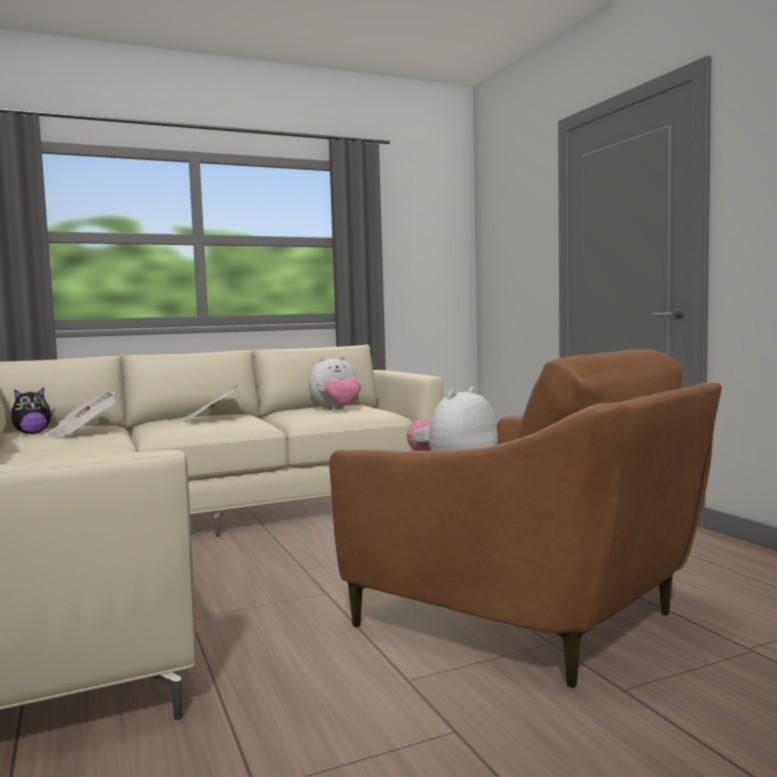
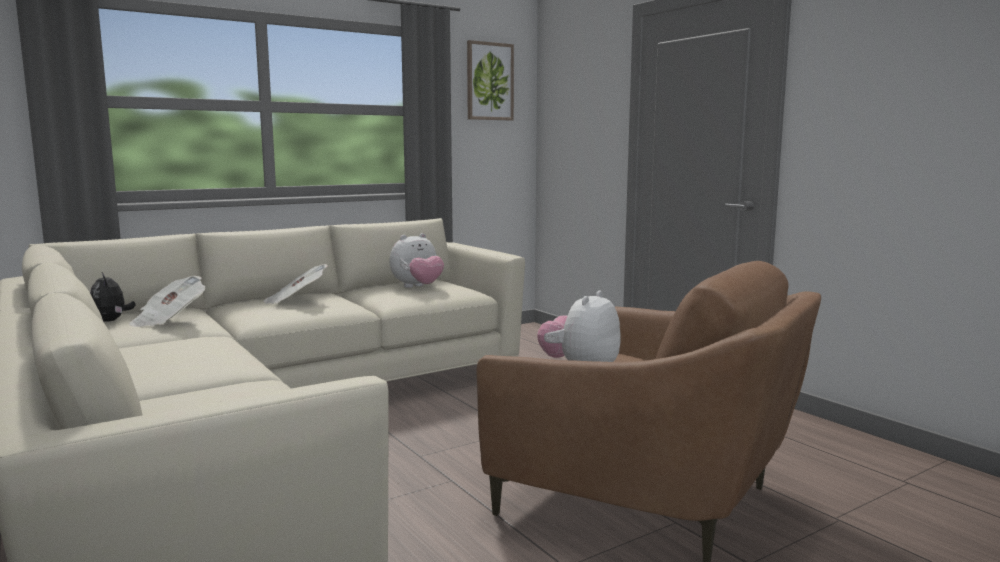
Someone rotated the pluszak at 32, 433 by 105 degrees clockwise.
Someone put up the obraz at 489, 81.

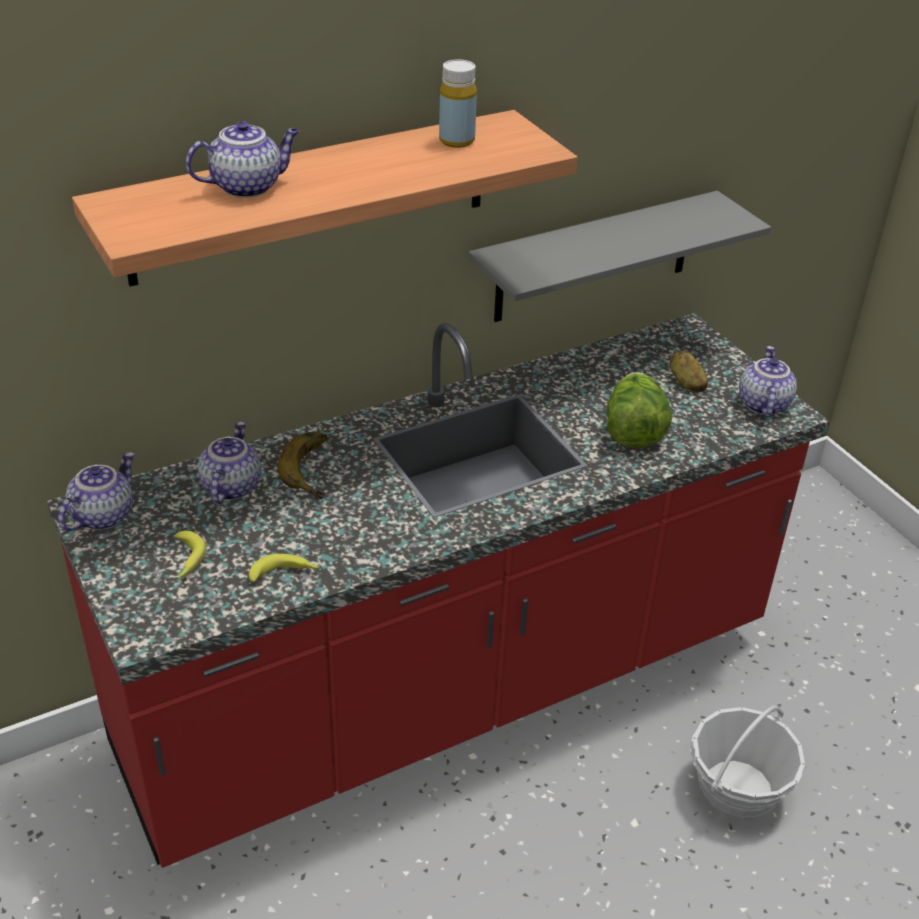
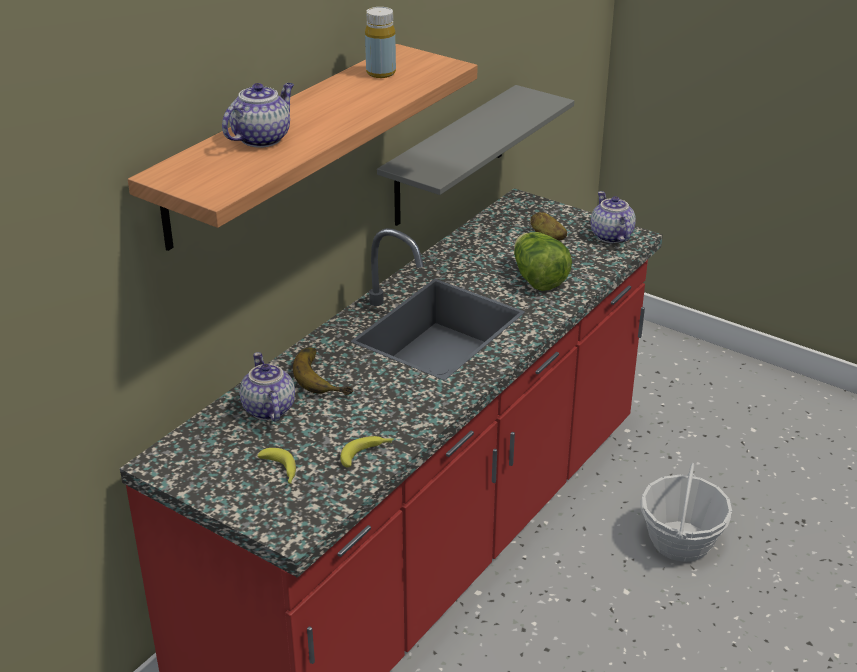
Someone took away the imbryk at 102, 515.

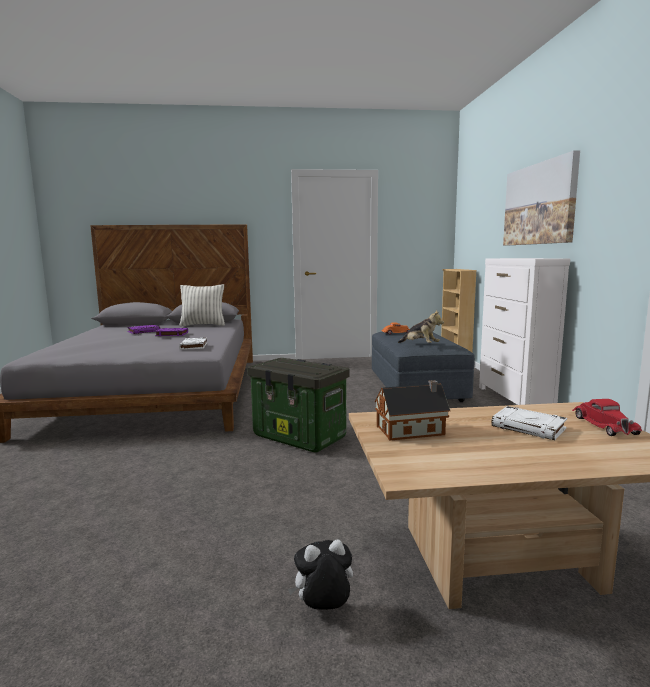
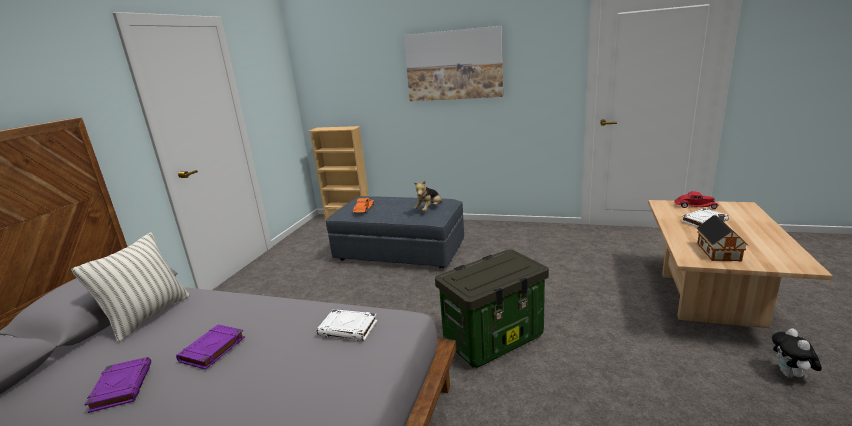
Someone rotated the pluszak at 420, 345 by 150 degrees clockwise.
Someone took away the komoda [biały] at 514, 400.

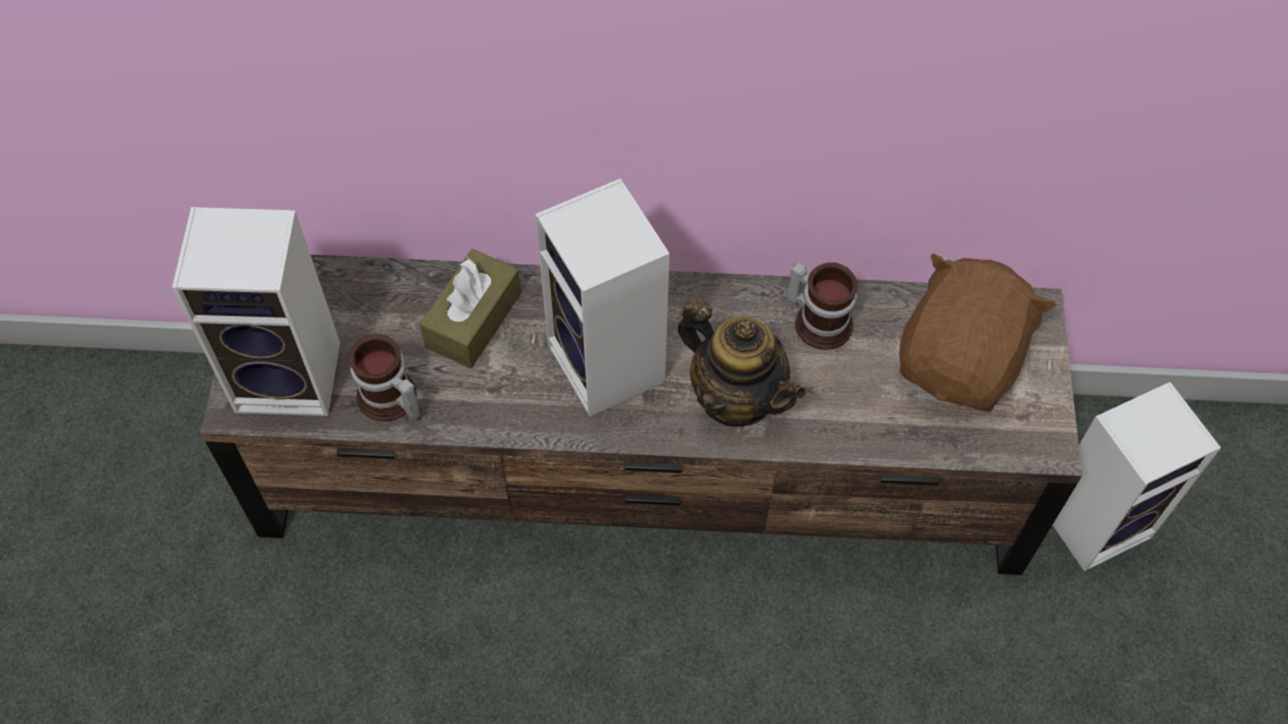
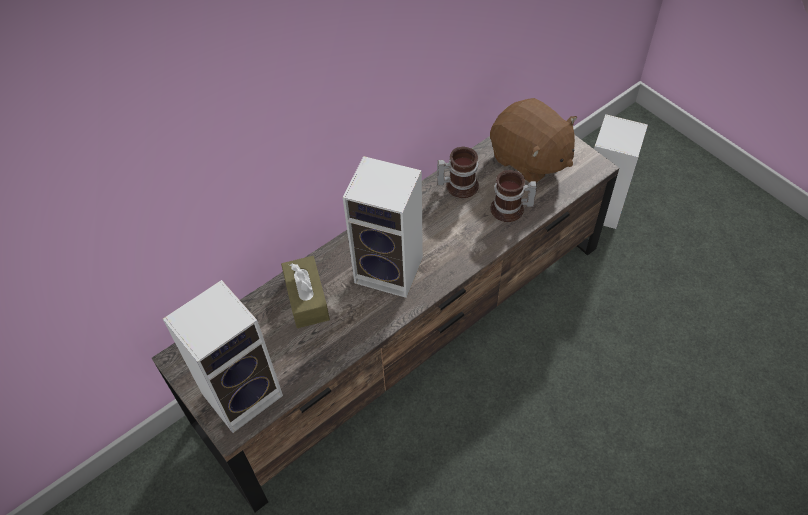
Someone carried the kubek from 389, 401 to 511, 210.
Someone took away the imbryk at 736, 397.
Someone rotated the pluszak [brązowy] at 960, 361 by 150 degrees clockwise.

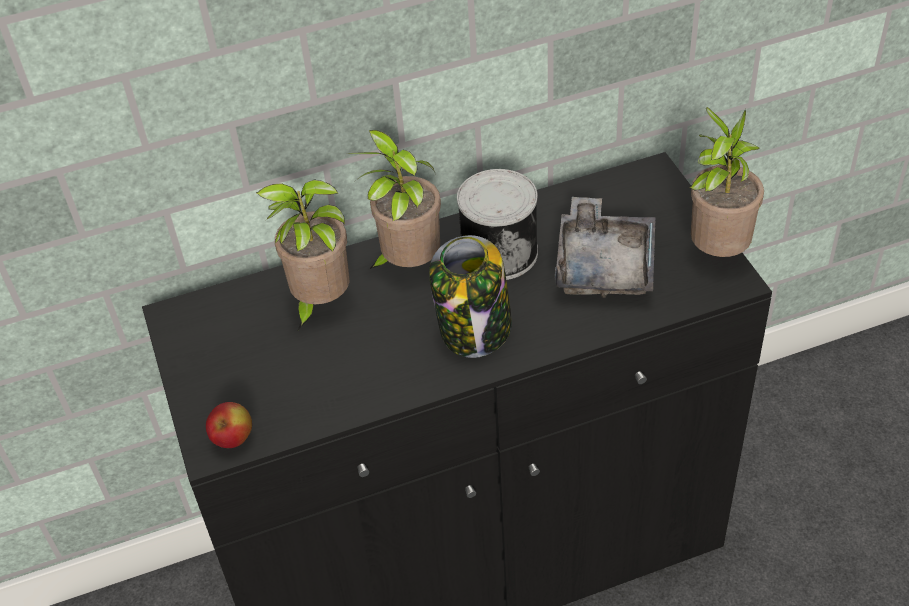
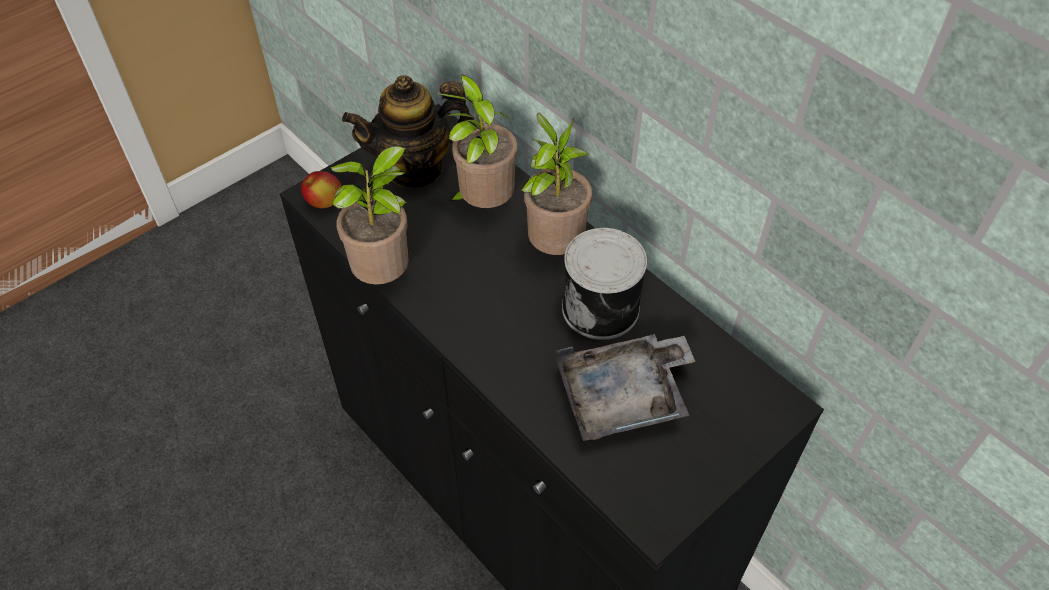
Someone took away the słoik at 475, 329.
Someone carried the roślina doniczkowa from 716, 251 to 386, 276.
Someone put down the imbryk at 415, 168.

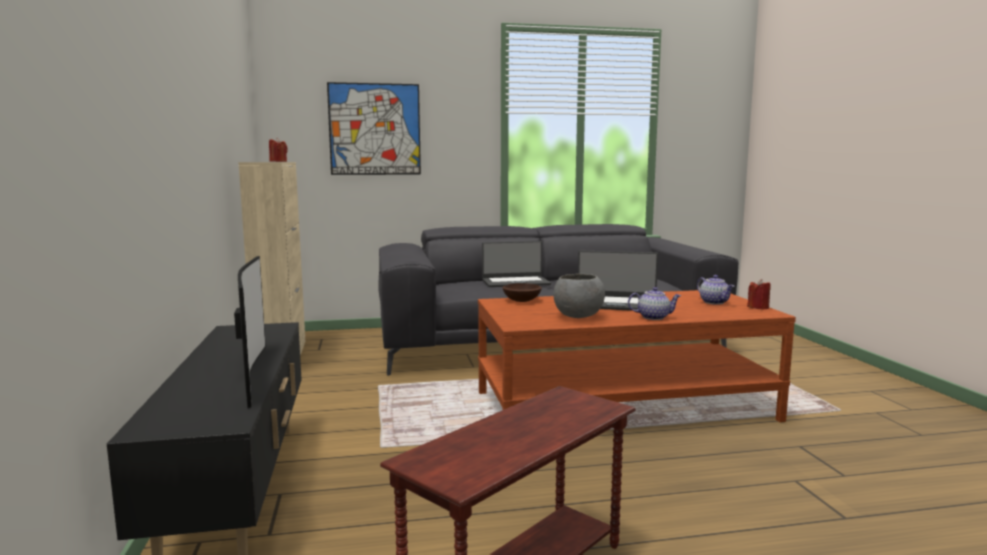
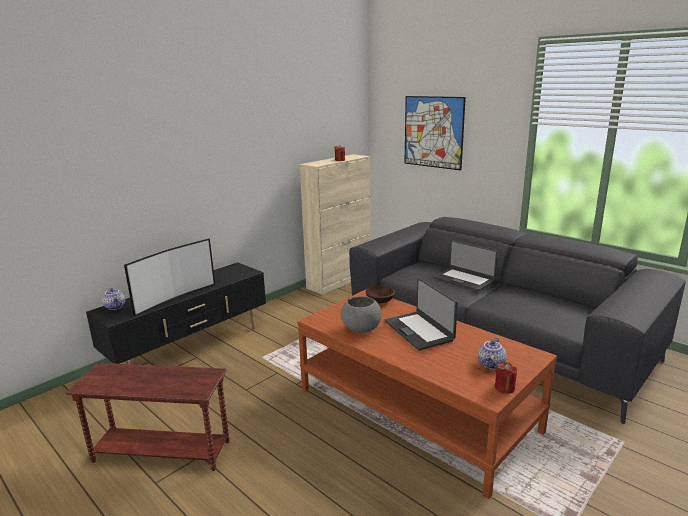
Someone carried the imbryk from 653, 317 to 115, 307.

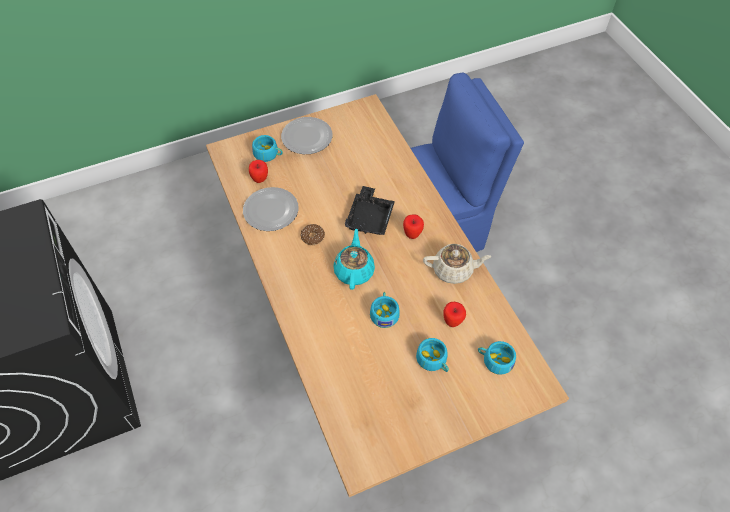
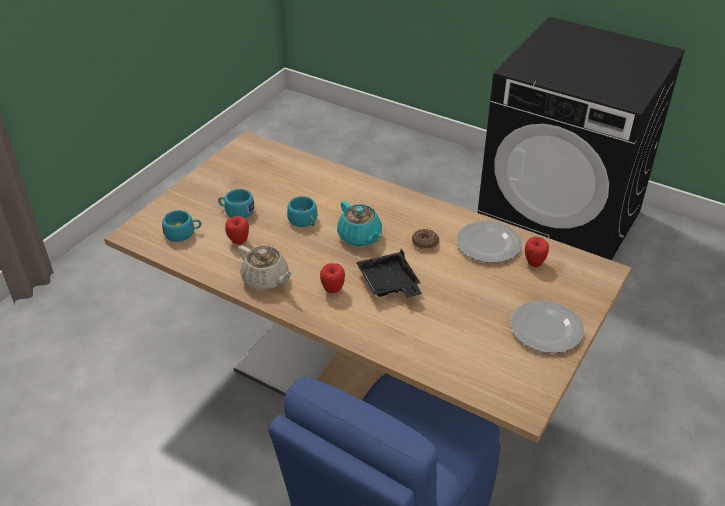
Someone took away the filiżanka [turkusowy] at 268, 154.
Someone rotated the imbryk [beżowy] at 453, 270 by 105 degrees counterclockwise.

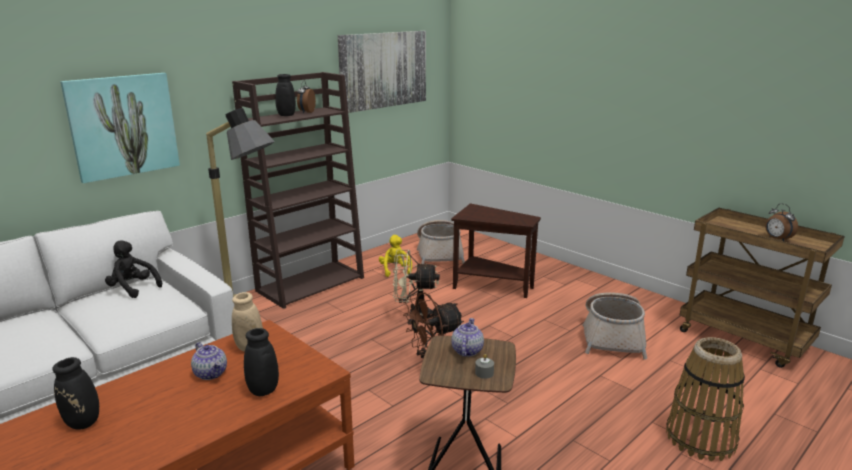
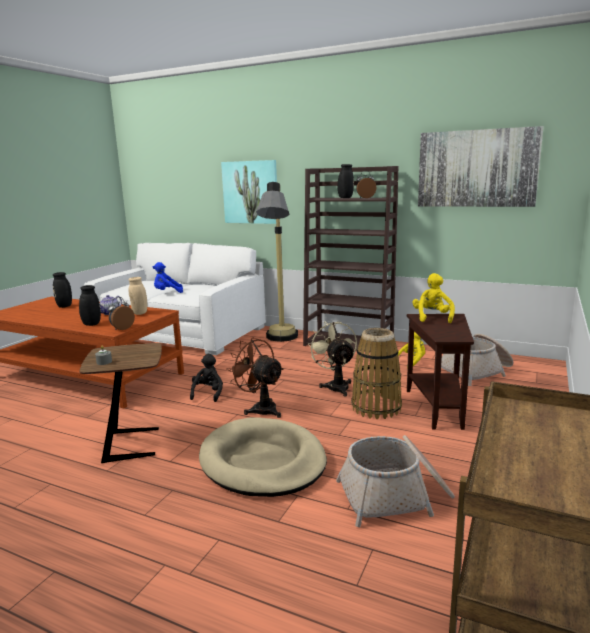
Someone carried the pluszak [czarny] from 133, 288 to 208, 393.
Someone took away the imbryk at 466, 350.
Someone carried the koszyk from 701, 438 to 376, 407.
Someone carried the budzik from 777, 239 to 122, 328.
Someone put down the pluszak [niebieski] at 167, 292.
Someone put down the legowisko [beżowy] at 263, 461.
Someone put down the pluszak [żółty] at 432, 317.

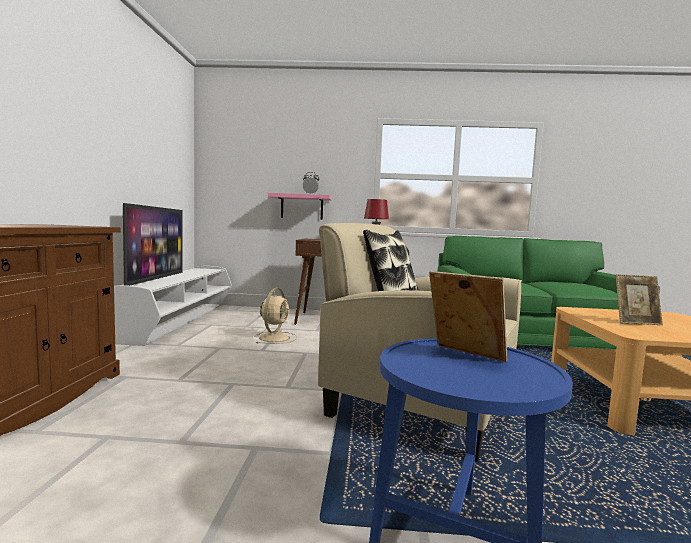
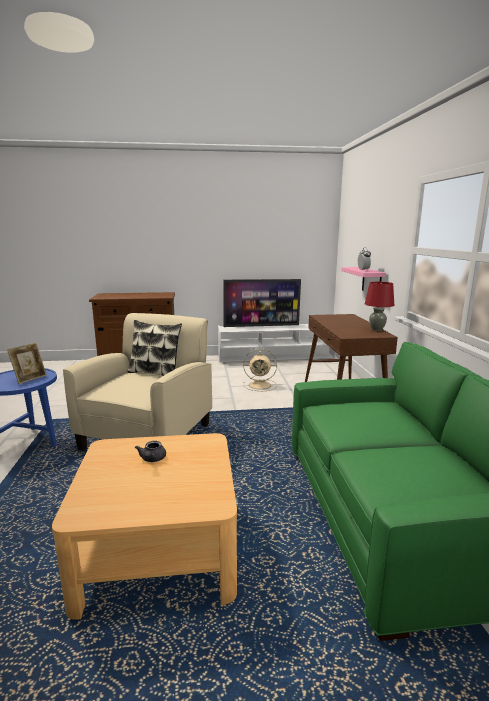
Someone swapped the ramka na zdjęcie at 636, 322 for the imbryk [szary] at 152, 459.

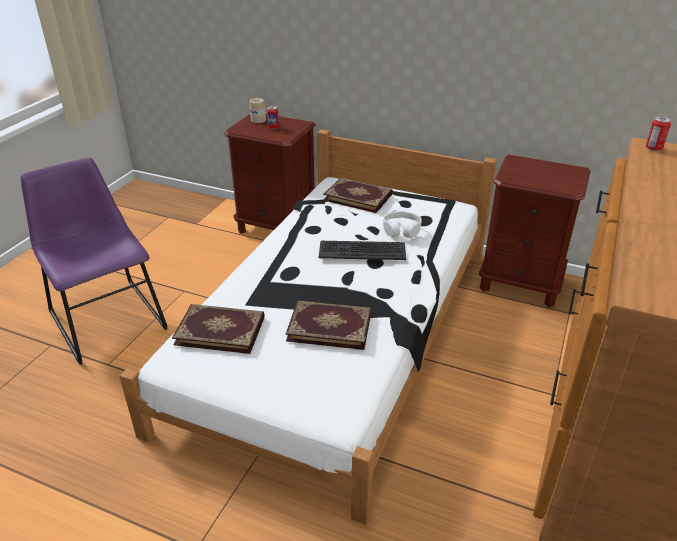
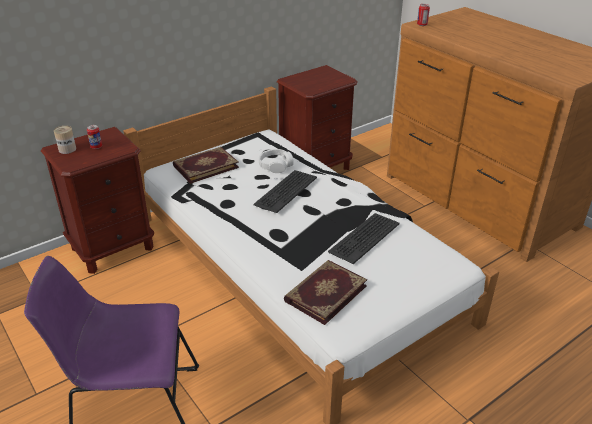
Someone swapped the książka at 329, 326 for the klawiatura at 364, 238.

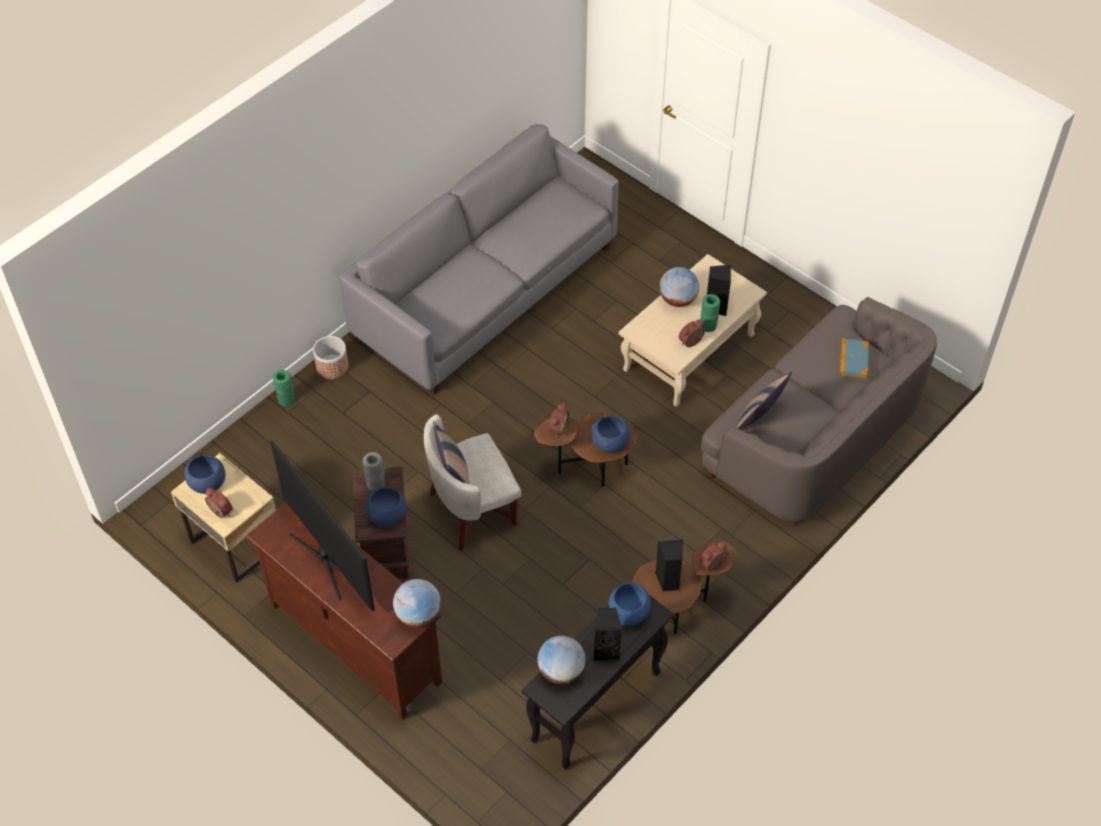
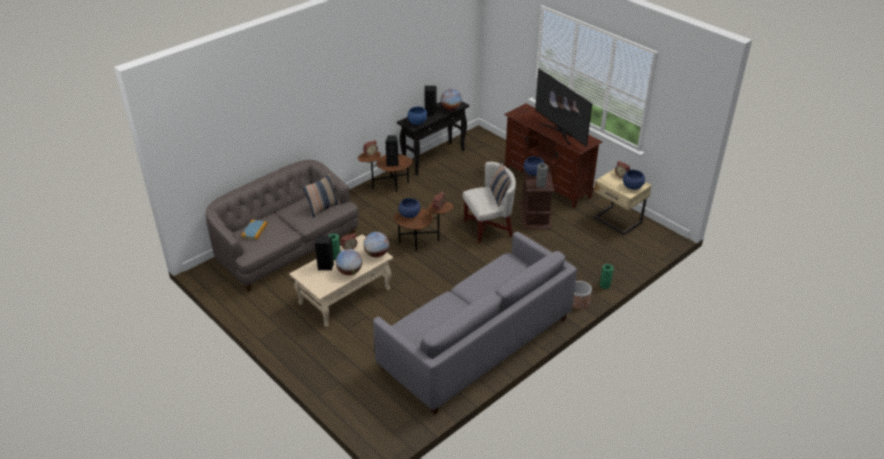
Someone carried the globus from 418, 614 to 377, 254.

